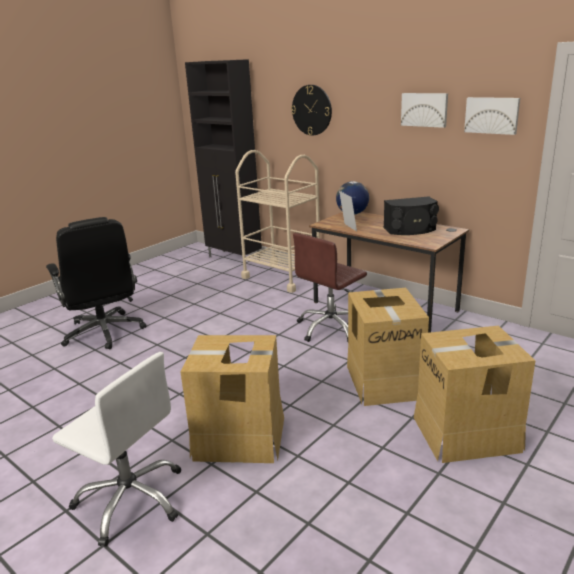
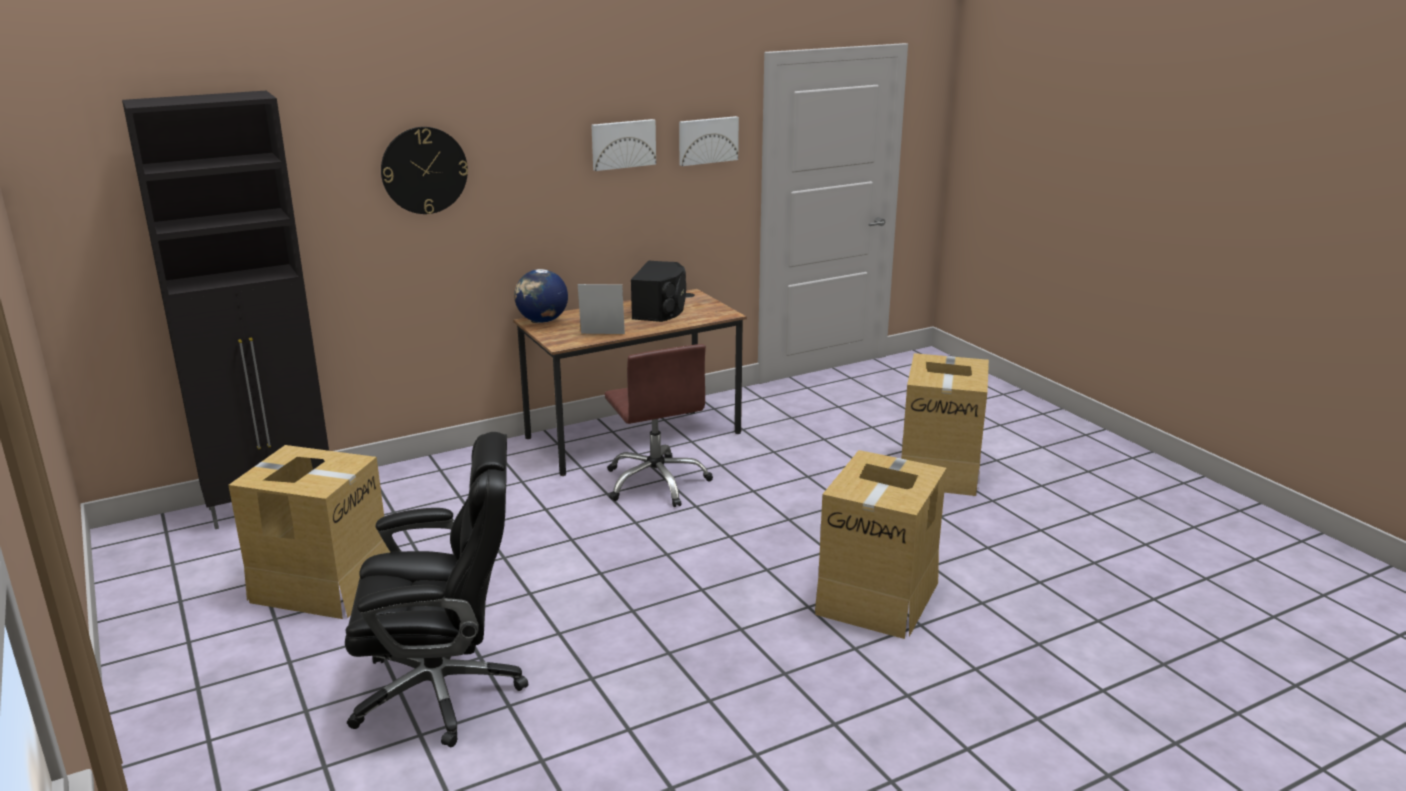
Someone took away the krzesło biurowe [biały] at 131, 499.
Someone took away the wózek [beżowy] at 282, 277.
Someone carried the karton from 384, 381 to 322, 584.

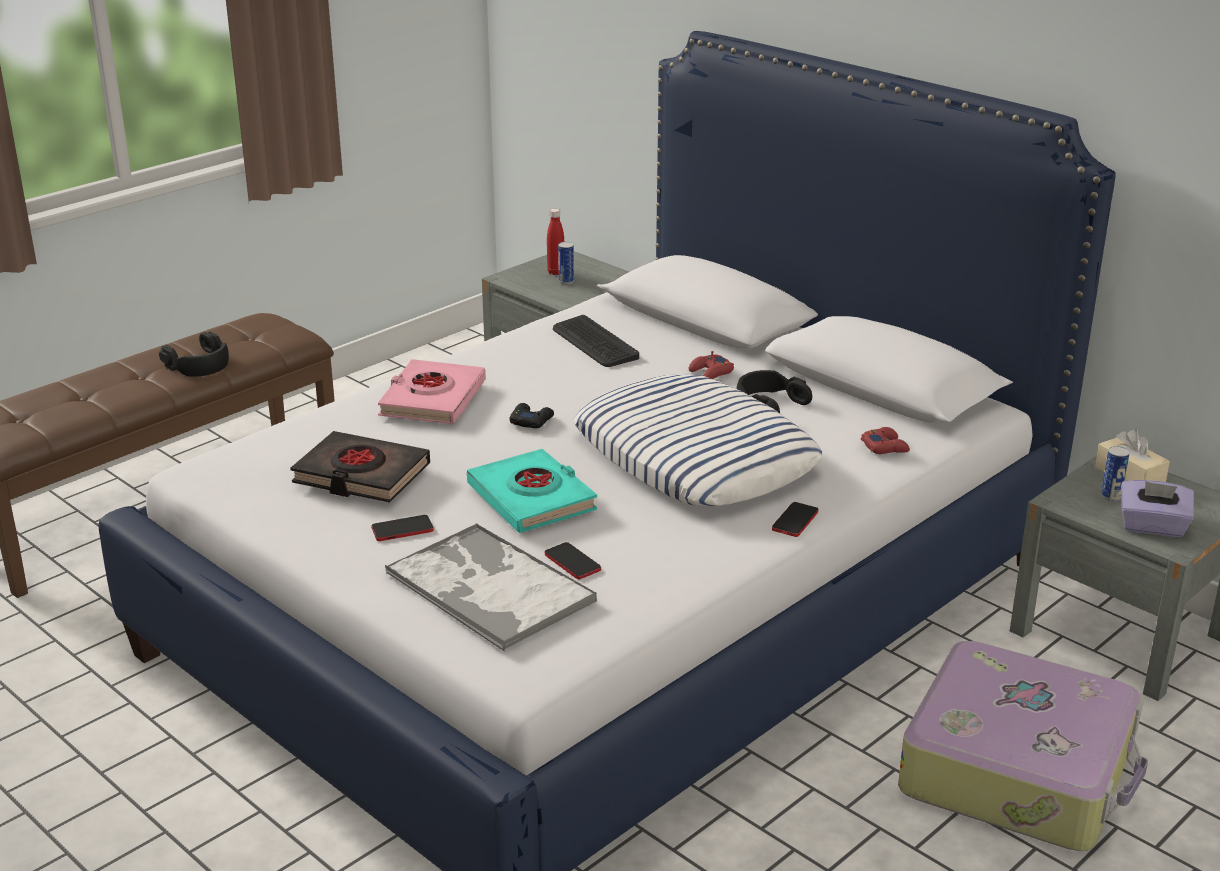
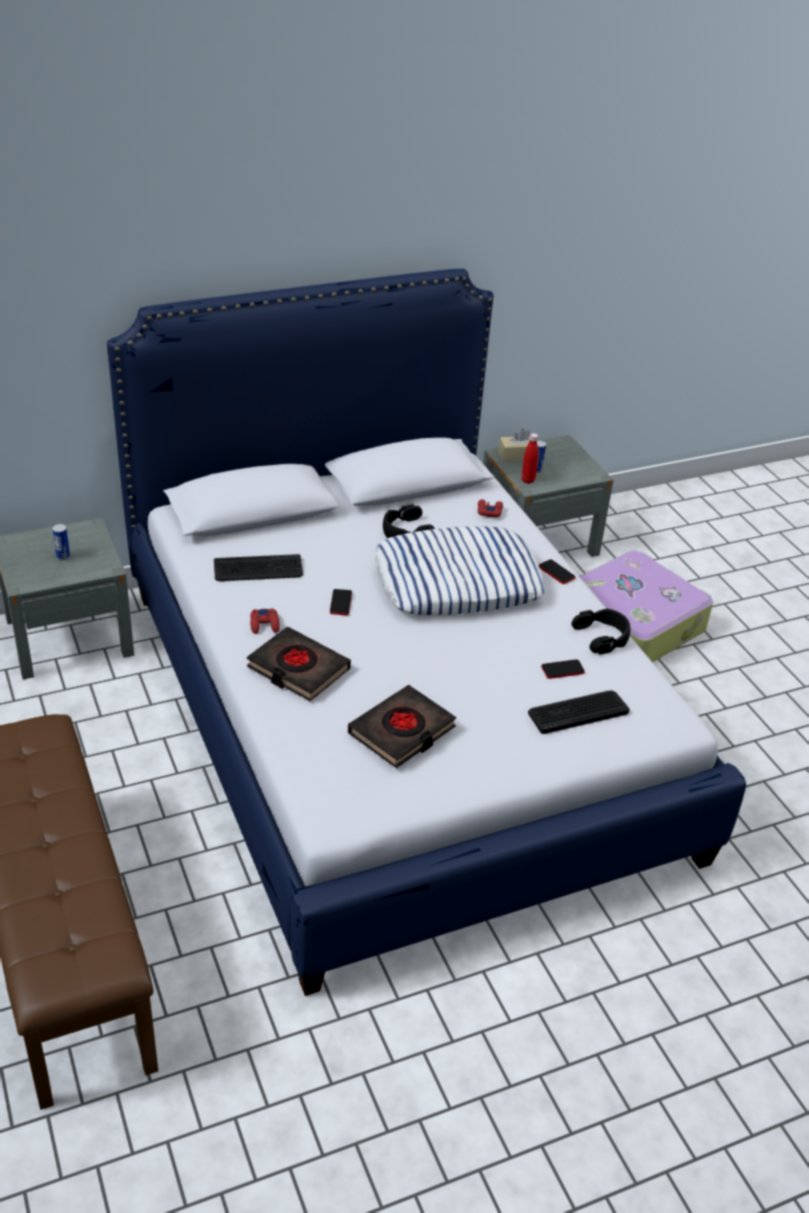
Someone carried the słuchawki [czarny] from 199, 364 to 602, 636.
Someone carried the telefon from 402, 529 to 340, 603.
Someone repainted the książka [różowy] at 432, 399, which became the książka [czarny] at 298, 669.
Someone swapped the taca at 488, 587 for the klawiatura at 577, 712.
Someone took away the książka [turkusowy] at 532, 498.
Someone took away the pad do gier [czarny] at 531, 421.
Someone carried the butelka [czerwony] from 556, 272 to 527, 480.
Someone carried the pad do gier [czerwony] from 711, 372 to 265, 624.
Someone took away the pudełko chusteczek [fioletowy] at 1152, 527.

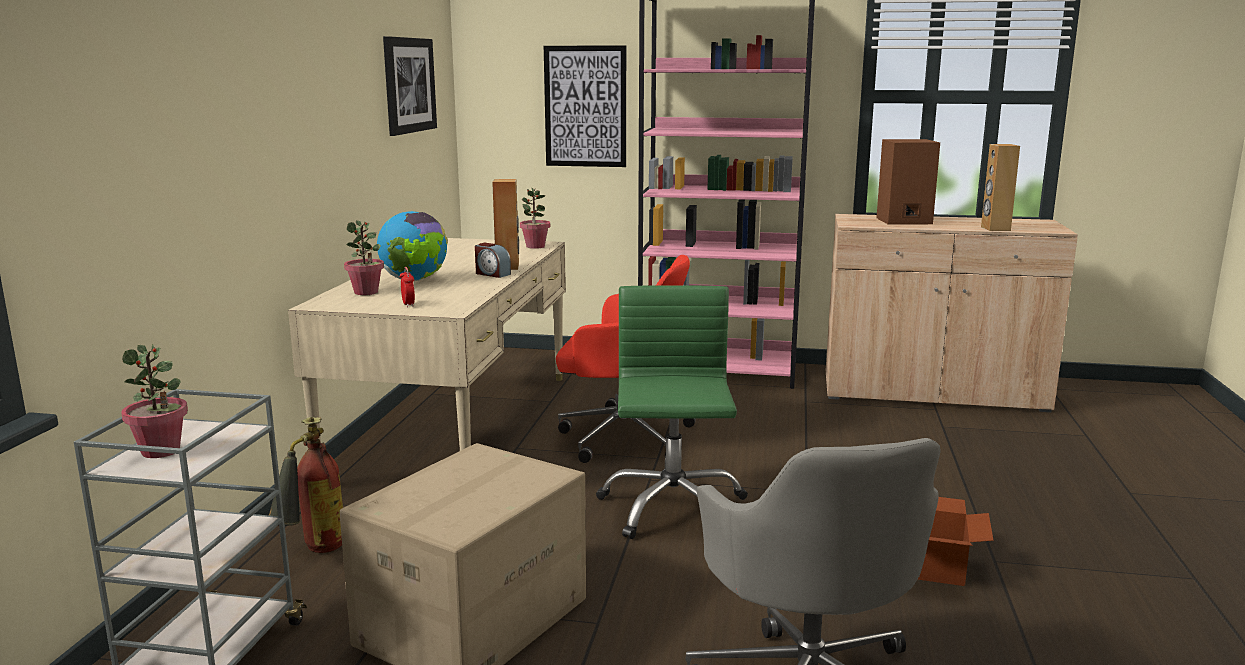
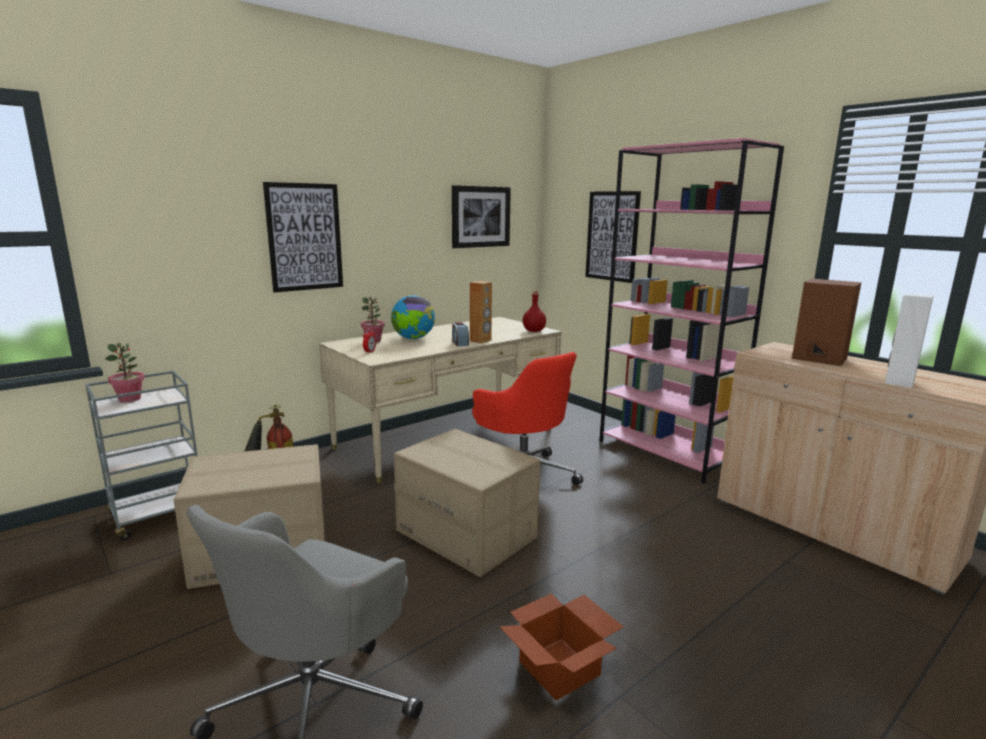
Someone swapped the roślina doniczkowa at 535, 246 for the butelka [czerwony] at 534, 331.
Someone swapped the krzesło biurowe [zielony] at 671, 507 for the karton at 467, 534.
Someone repainted the głośnik [brązowy] at 995, 229, which became the głośnik [biały] at 899, 382.
Someone put up the obraz at 304, 237.

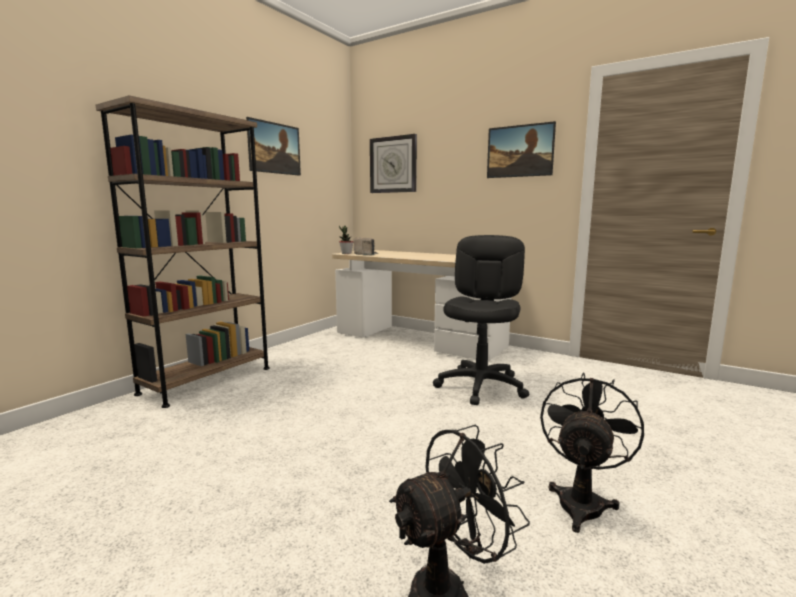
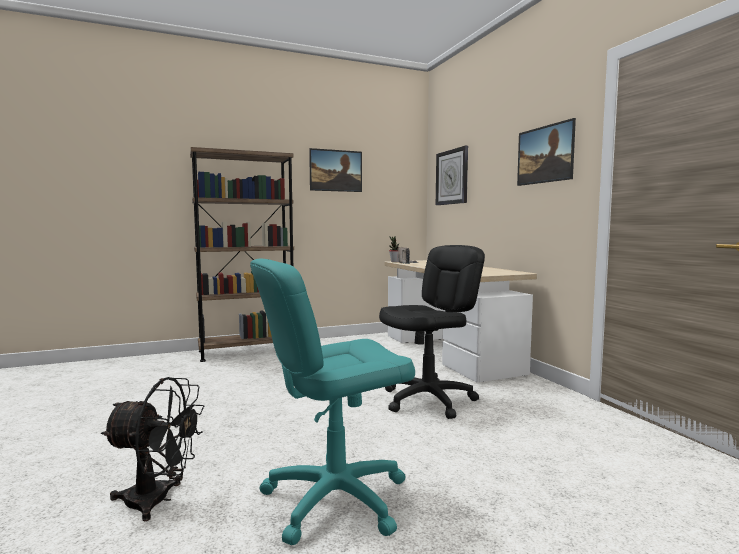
Someone swapped the wentylator [czarny] at 582, 501 for the krzesło biurowe [turkusowy] at 335, 498.

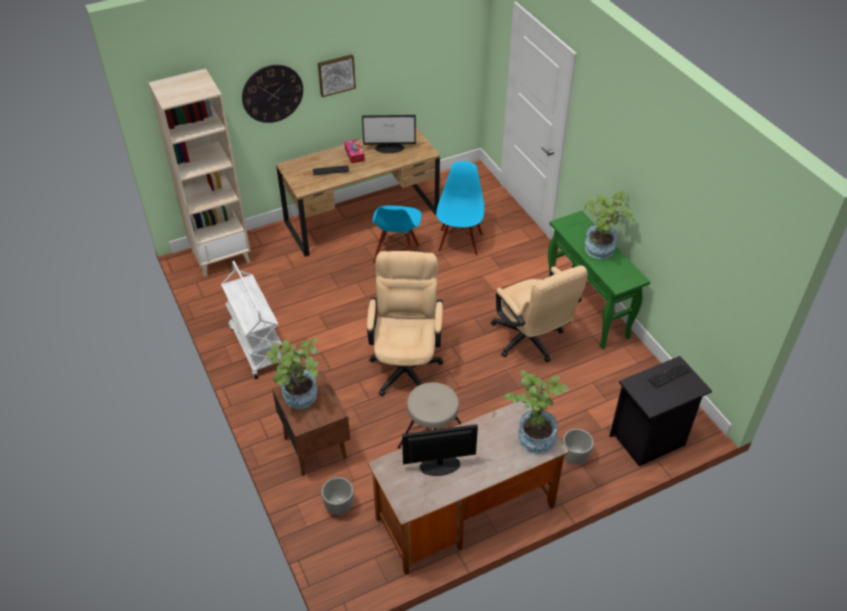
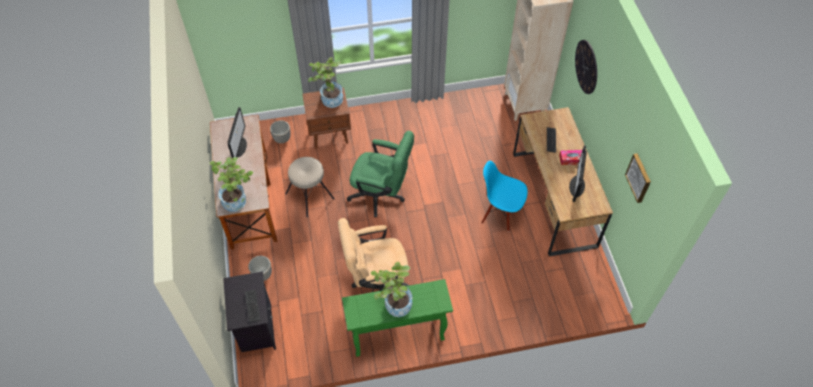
Someone took away the wózek [biały] at 256, 347.
Someone carried the obraz from 336, 74 to 639, 178.
Someone repainted the krzesło biurowe [beżowy] at 406, 364, which became the krzesło biurowe [zielony] at 381, 195.
Someone took away the krzesło [niebieski] at 459, 242.

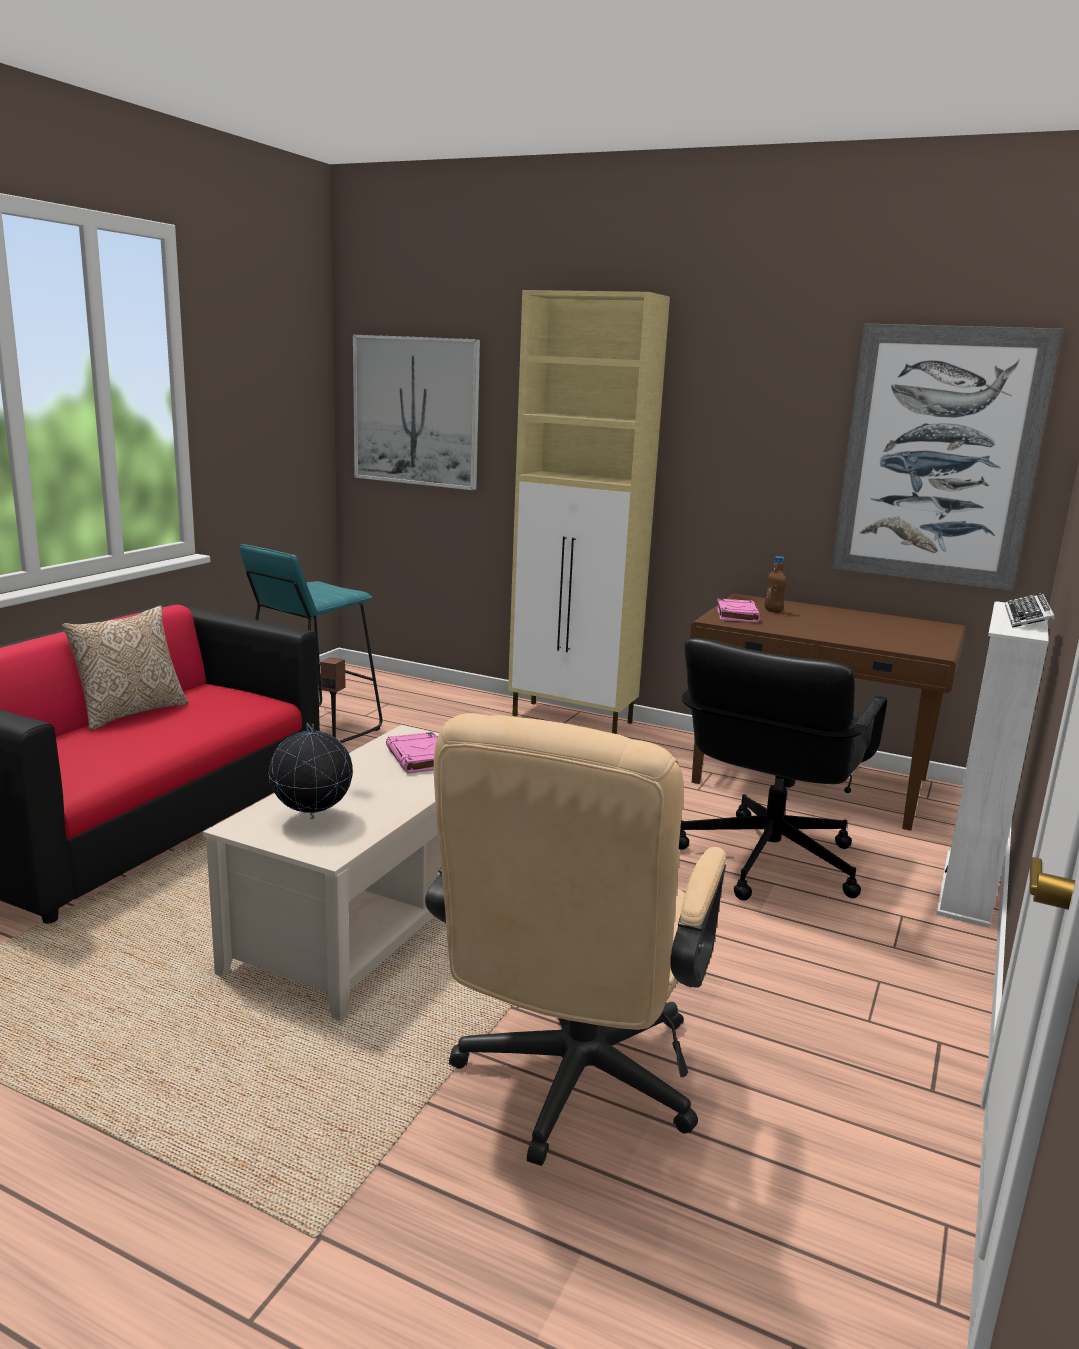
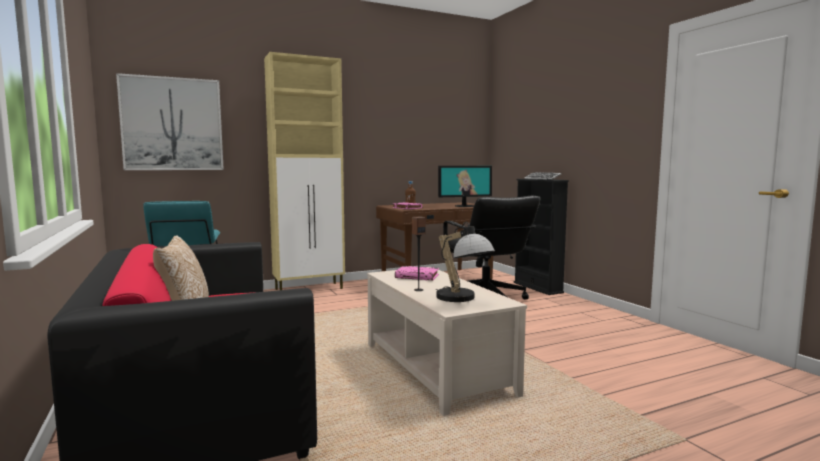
Someone swapped the globus at 312, 819 for the lampa stołowa at 462, 299.
Someone took away the krzesło biurowe [beżowy] at 570, 1088.
Someone took away the obraz at 938, 457.
Someone repainted the regał [biały] at 967, 888, which became the regał [czarny] at 537, 287.
Someone put down the monitor at 464, 206.

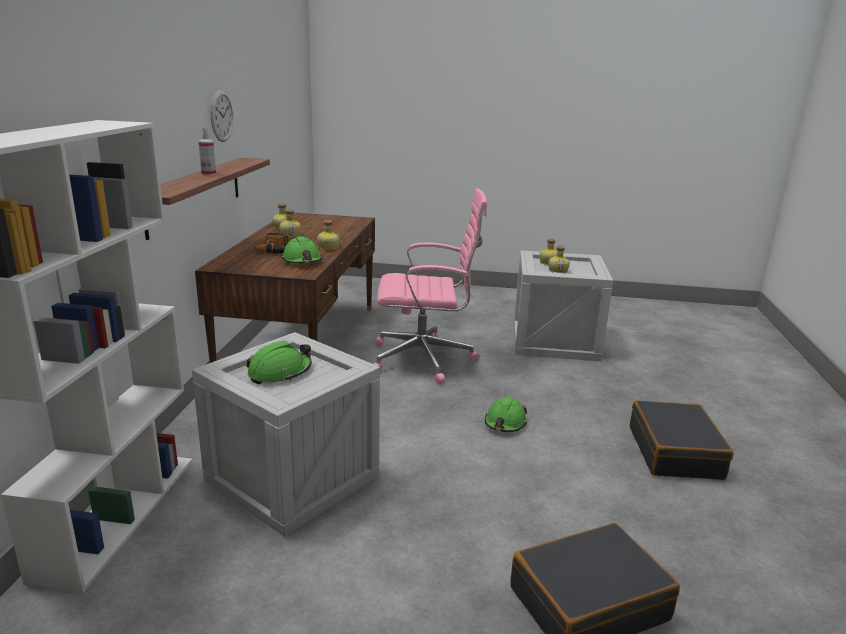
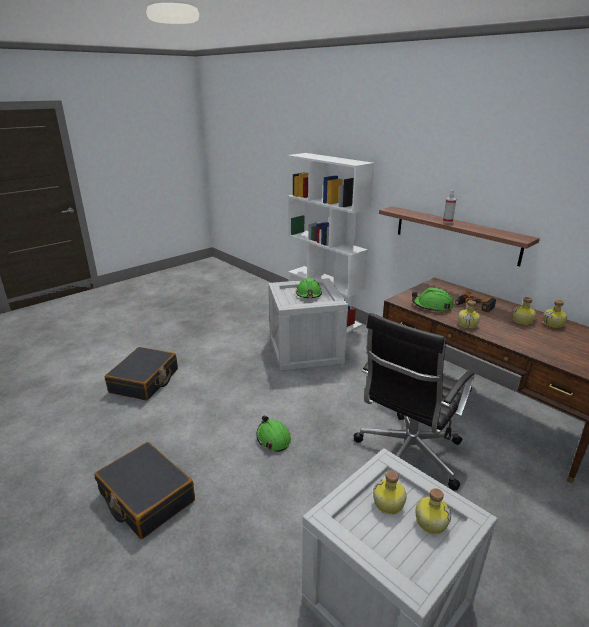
Someone took away the zegar ścienny at 221, 116.
Someone repainted the krzesło biurowe [różowy] at 425, 359, which became the krzesło biurowe [czarny] at 407, 456.

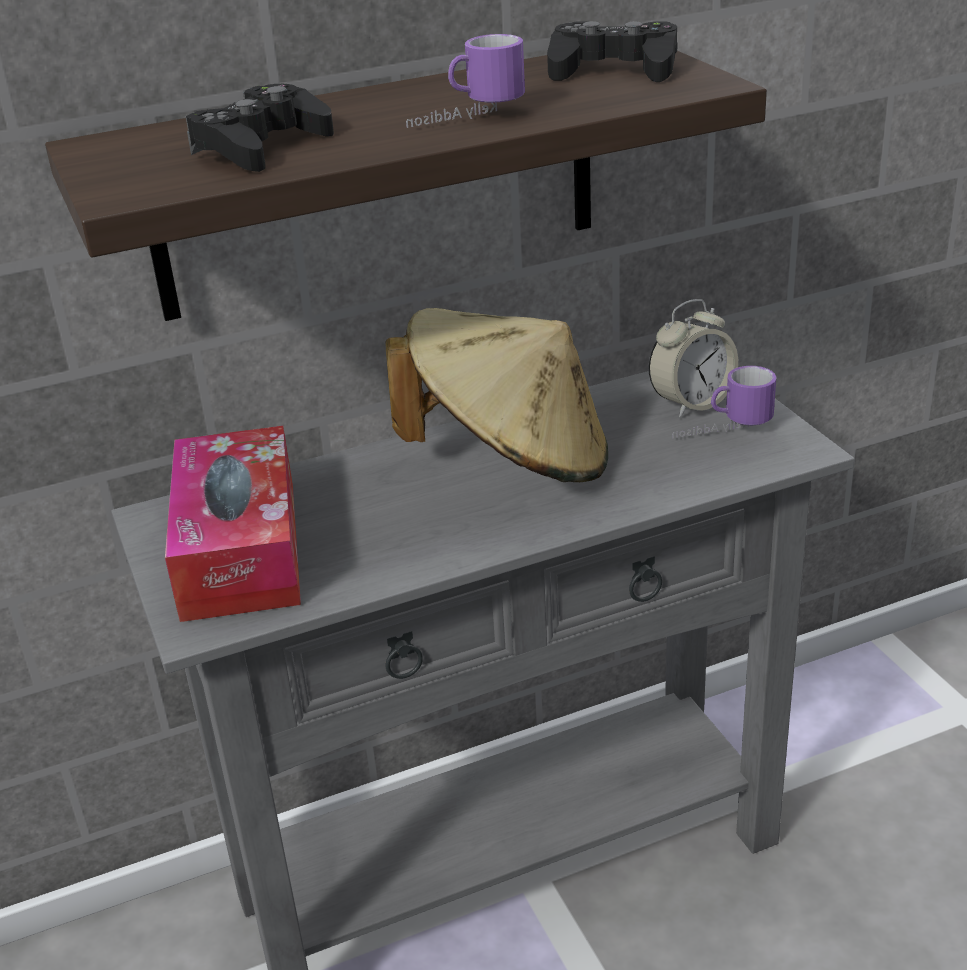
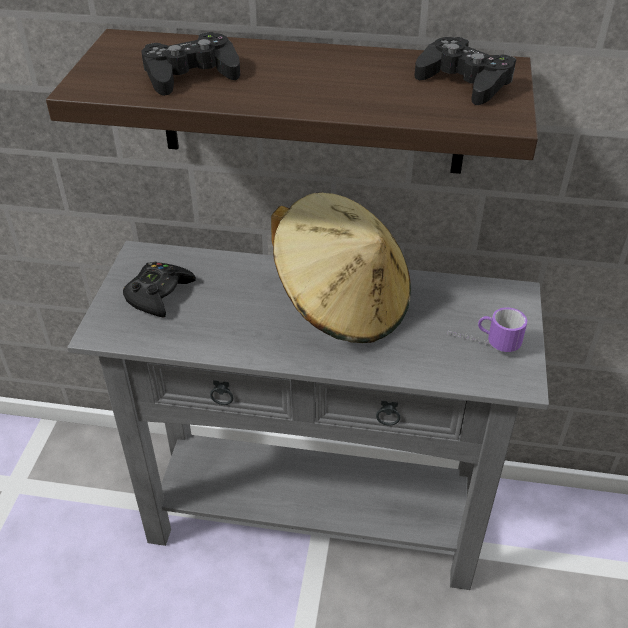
Someone swapped the pudełko chusteczek at 240, 548 for the pad do gier [czarny] at 159, 295.
Someone took away the kubek at 465, 119.
Someone took away the budzik at 691, 403.

